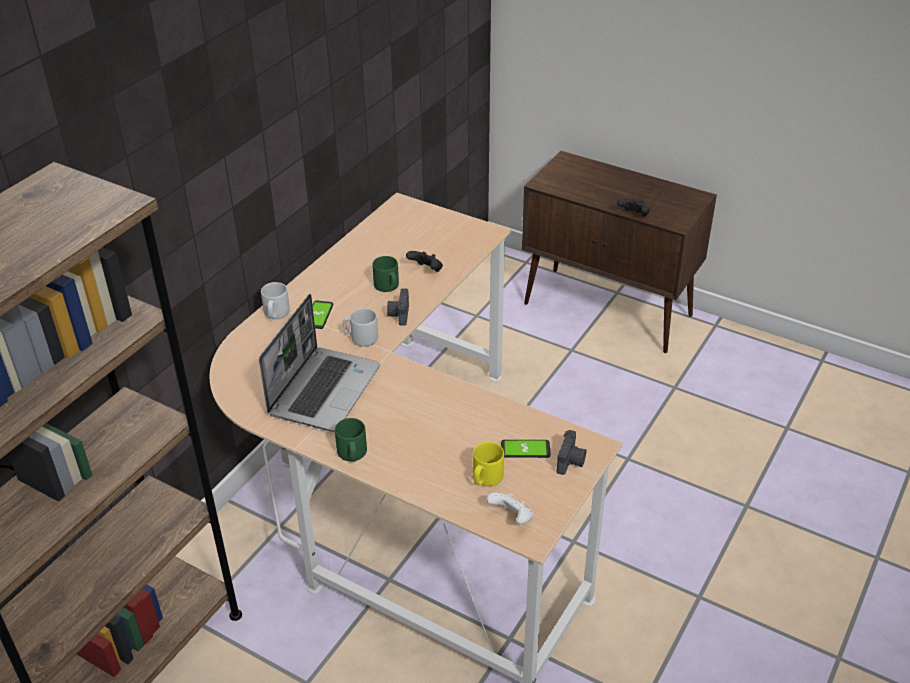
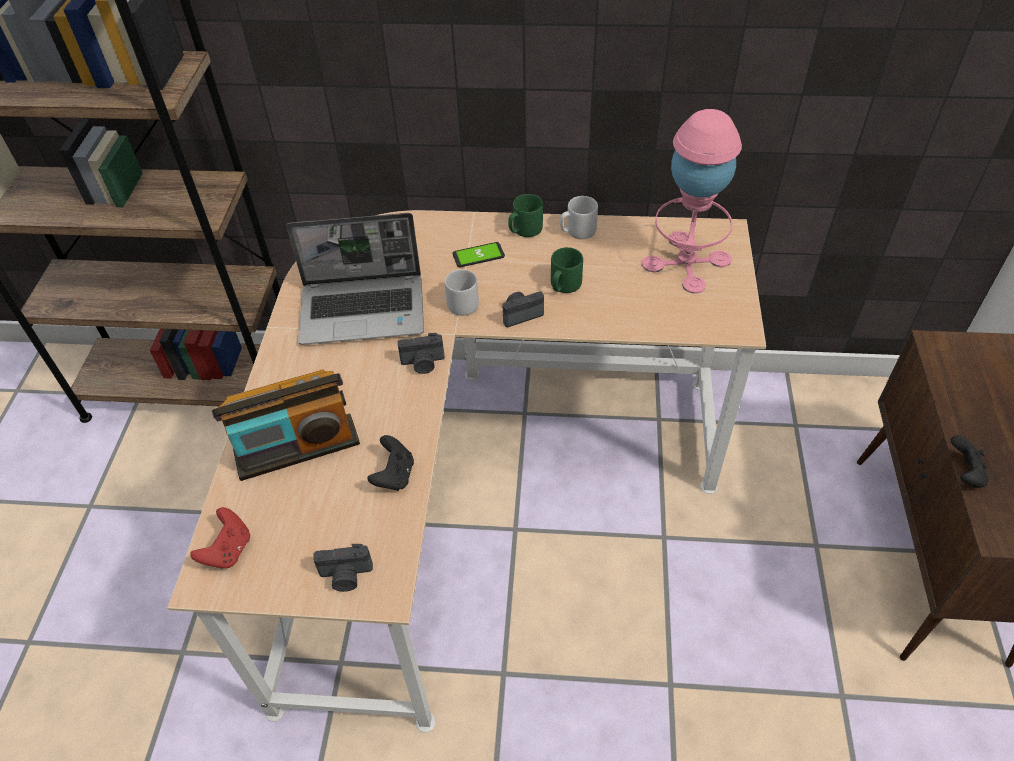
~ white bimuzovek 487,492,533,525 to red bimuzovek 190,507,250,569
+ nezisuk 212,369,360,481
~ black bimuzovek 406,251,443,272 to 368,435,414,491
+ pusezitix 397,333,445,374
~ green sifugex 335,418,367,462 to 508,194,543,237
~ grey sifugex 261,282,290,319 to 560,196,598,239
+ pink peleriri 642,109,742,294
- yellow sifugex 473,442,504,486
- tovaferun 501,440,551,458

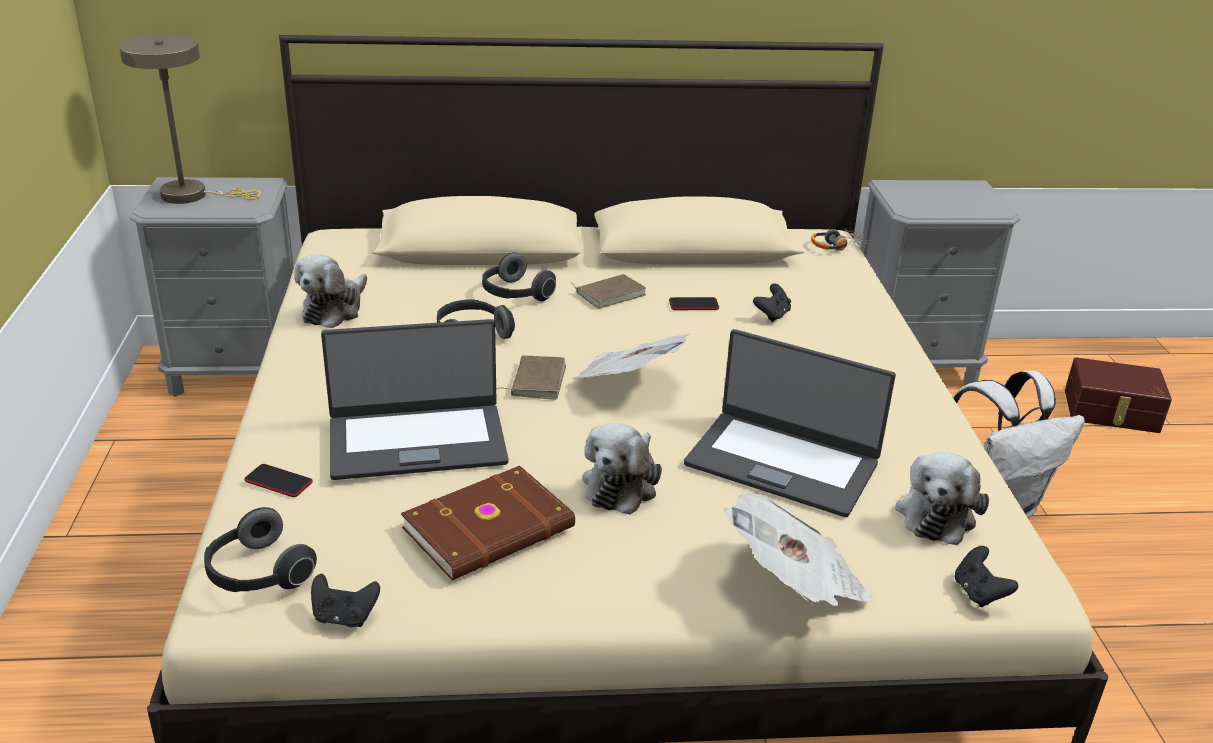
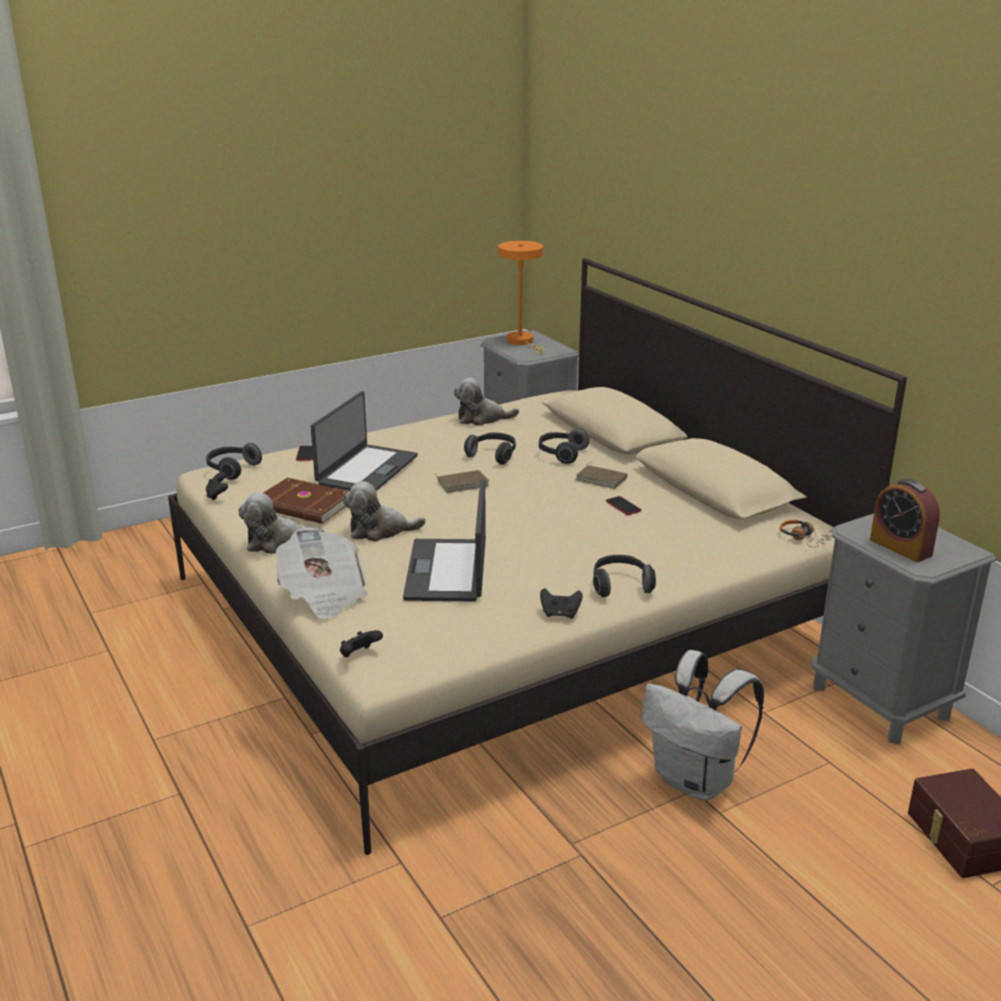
~ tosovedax 895,452,989,545 to 239,492,324,554
~ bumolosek 321,319,509,480 = 311,391,418,491 120 degrees counterclockwise
~ beige peleriri 119,34,261,204 to orange peleriri 498,241,545,354
~ black bimuzovek 753,283,791,322 to 540,588,583,618
+ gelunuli 593,555,656,597
+ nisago 870,479,940,562
- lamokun 573,334,690,379

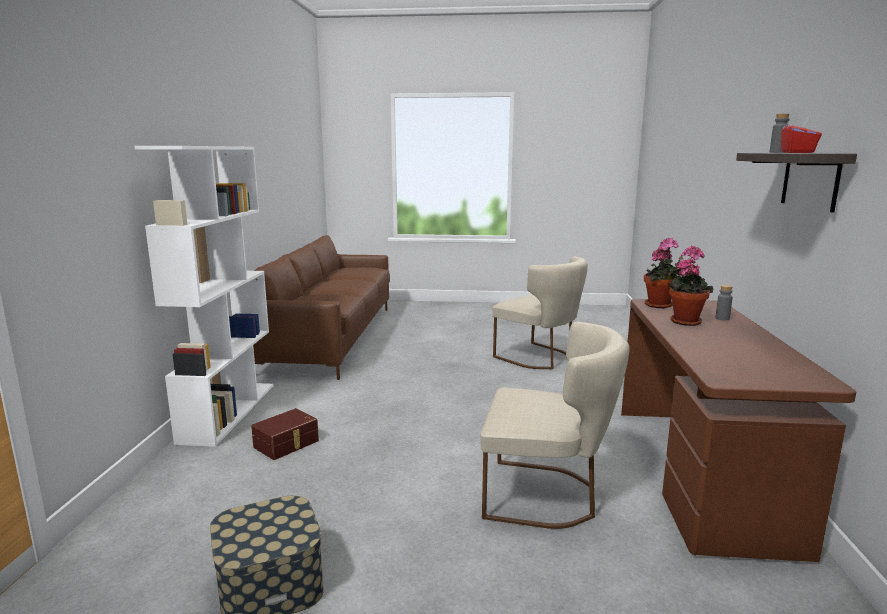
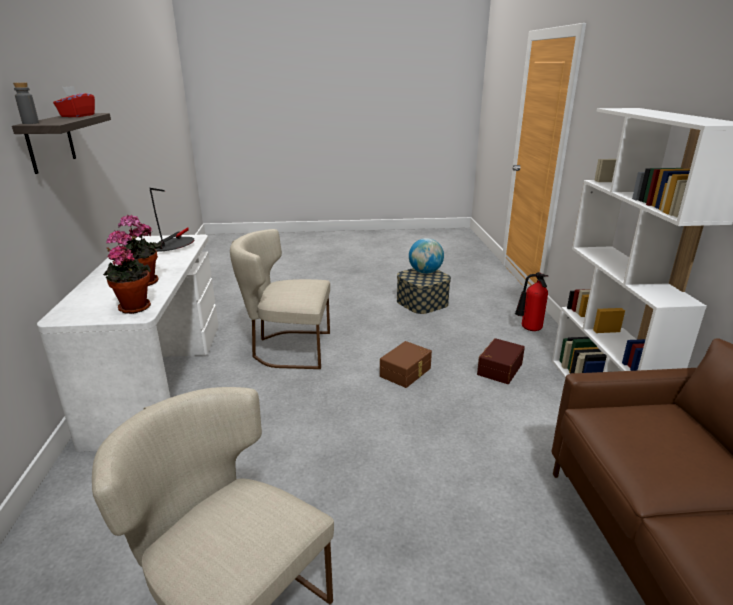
~ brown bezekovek 621,299,856,562 to white bezekovek 37,235,218,452
+ peleriri 150,188,194,252
+ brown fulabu 380,341,432,388
+ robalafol 409,238,444,274
+ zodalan 515,272,548,331
- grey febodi 715,285,733,321

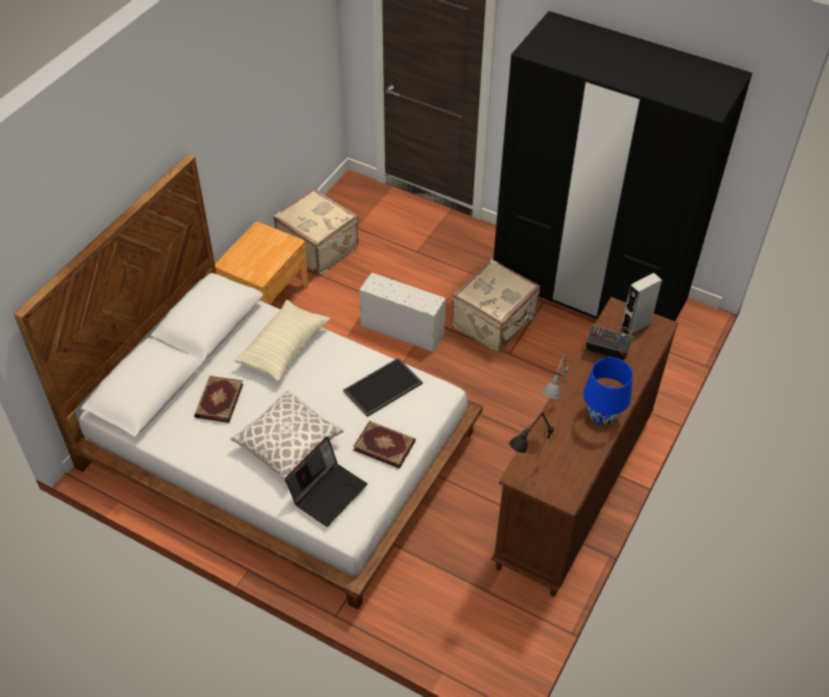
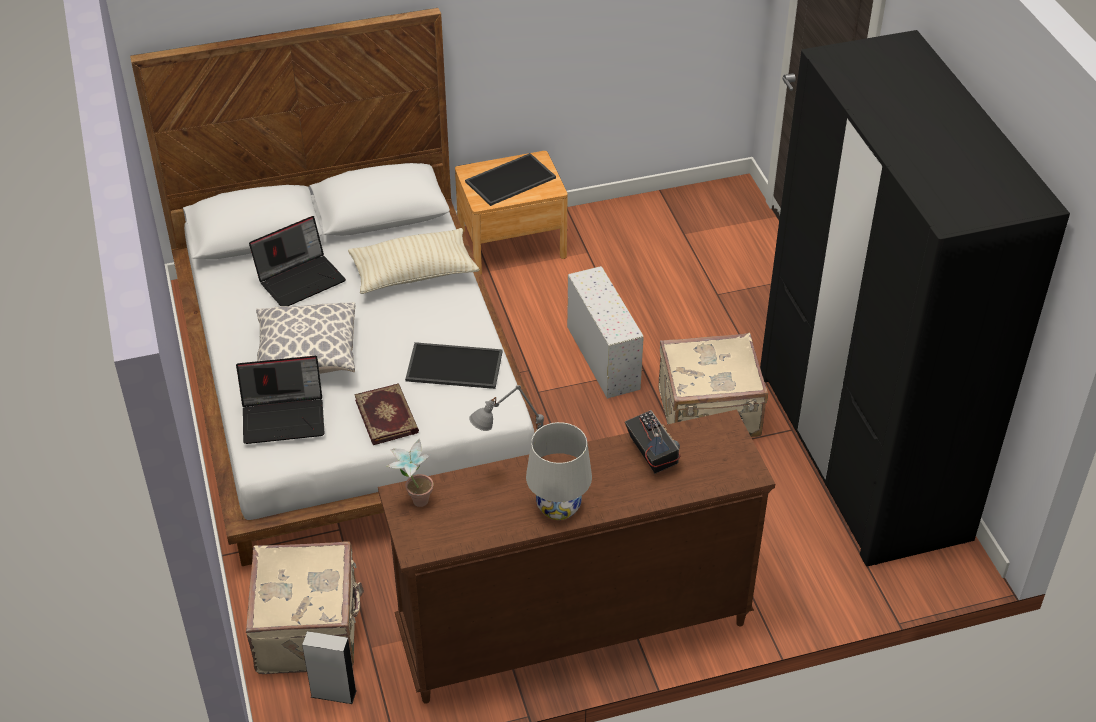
~ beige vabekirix 274,189,359,275 to 246,541,364,674
~ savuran 194,376,243,423 to bumolosek 249,216,346,306
~ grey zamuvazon 621,273,662,336 to 302,631,357,704
~ black peleriri 509,412,554,457 to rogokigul 387,439,433,507
+ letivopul 465,153,556,206
~ blue peleriri 583,357,633,426 to white peleriri 526,422,592,520

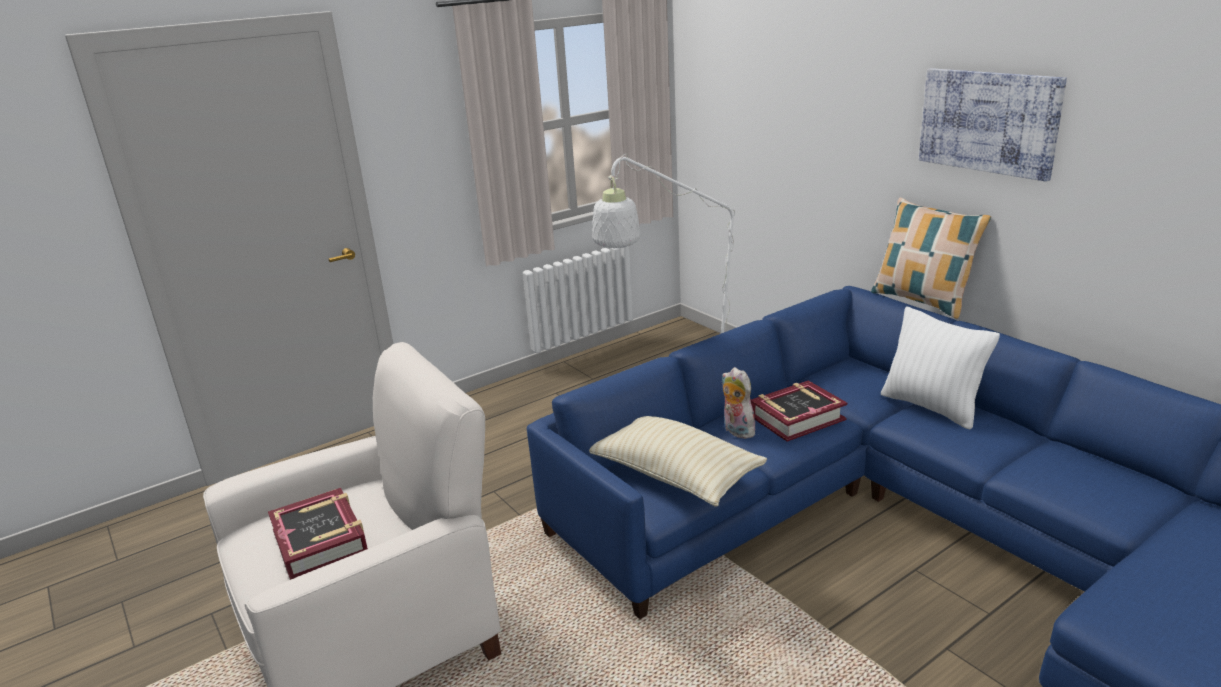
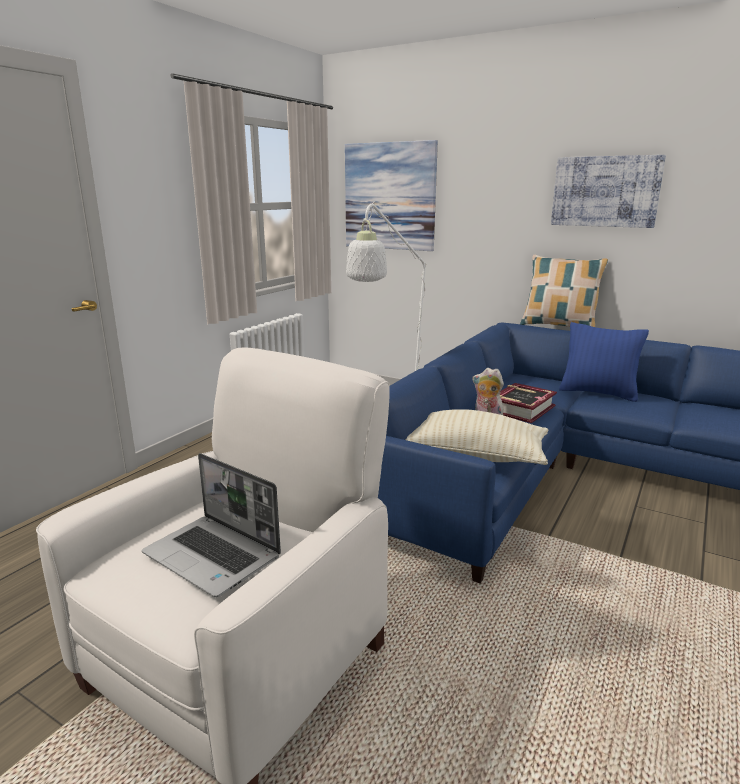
~ savuran 268,488,368,580 to bumolosek 142,453,281,597
+ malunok 345,140,438,251
~ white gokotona 881,306,1000,430 to blue gokotona 559,322,649,402

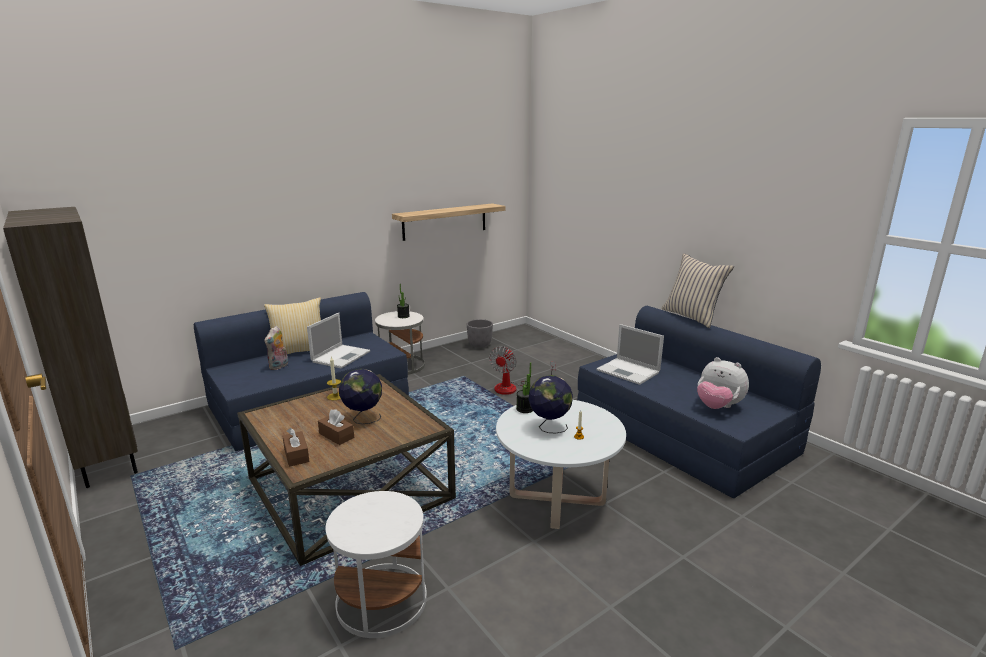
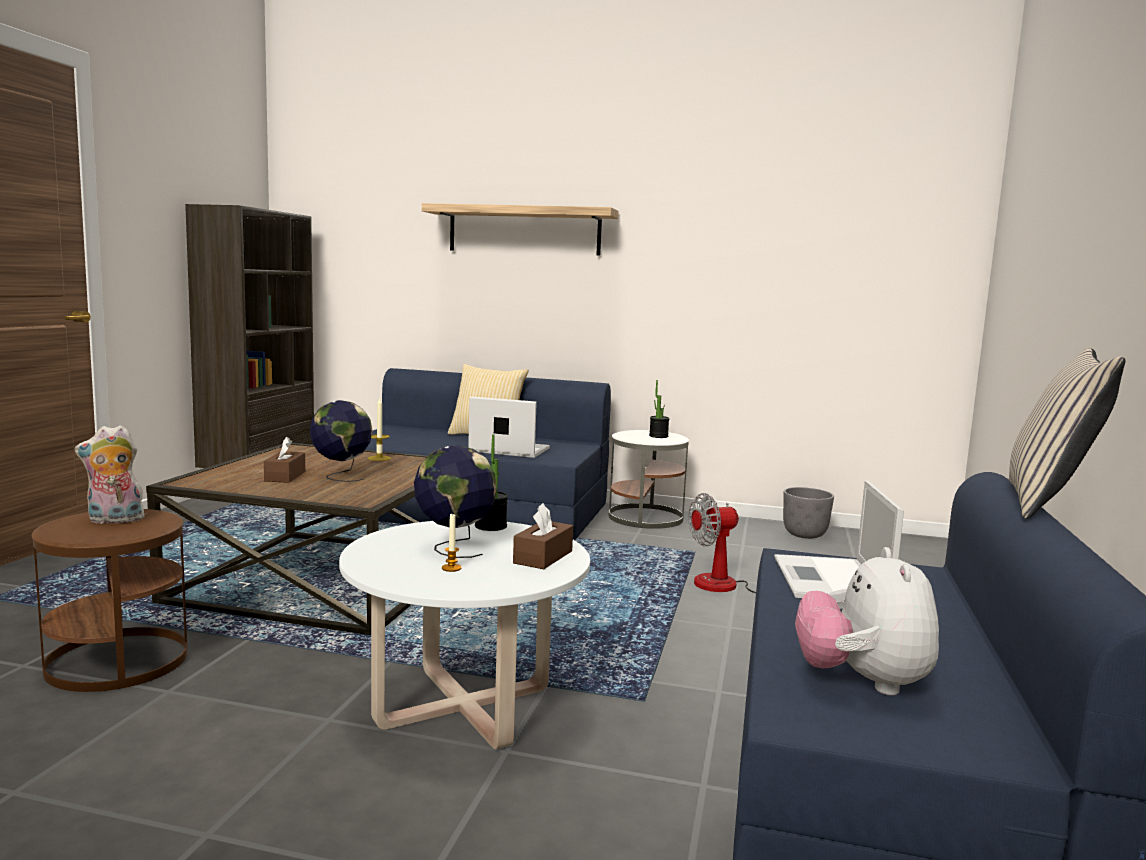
~ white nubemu 326,491,427,638 to brown nubemu 32,509,188,692
~ tosovedax 264,326,288,370 to 75,425,145,524
~ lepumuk 392,204,505,241 to 422,203,619,256
~ bumolosek 307,313,370,368 = 468,396,550,458 150 degrees counterclockwise
~ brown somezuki 283,428,309,467 to 513,503,573,569

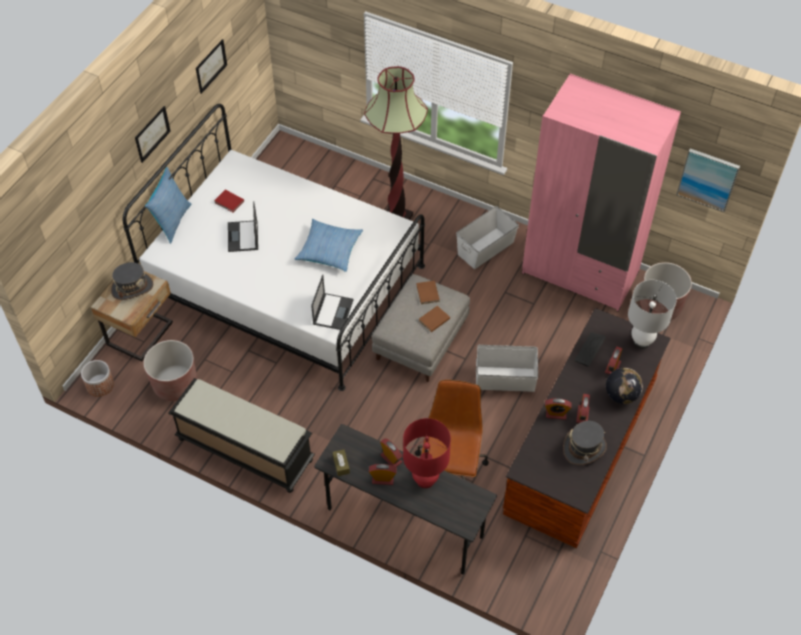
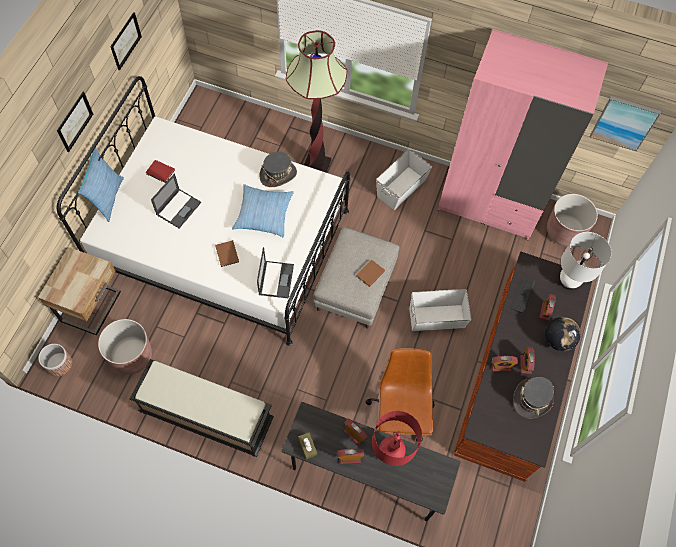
~ bumolosek 228,201,258,252 = 151,173,201,228 135 degrees counterclockwise
~ brown savuran 416,280,440,304 to 215,240,239,267
~ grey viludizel 111,262,153,300 to 259,152,297,187

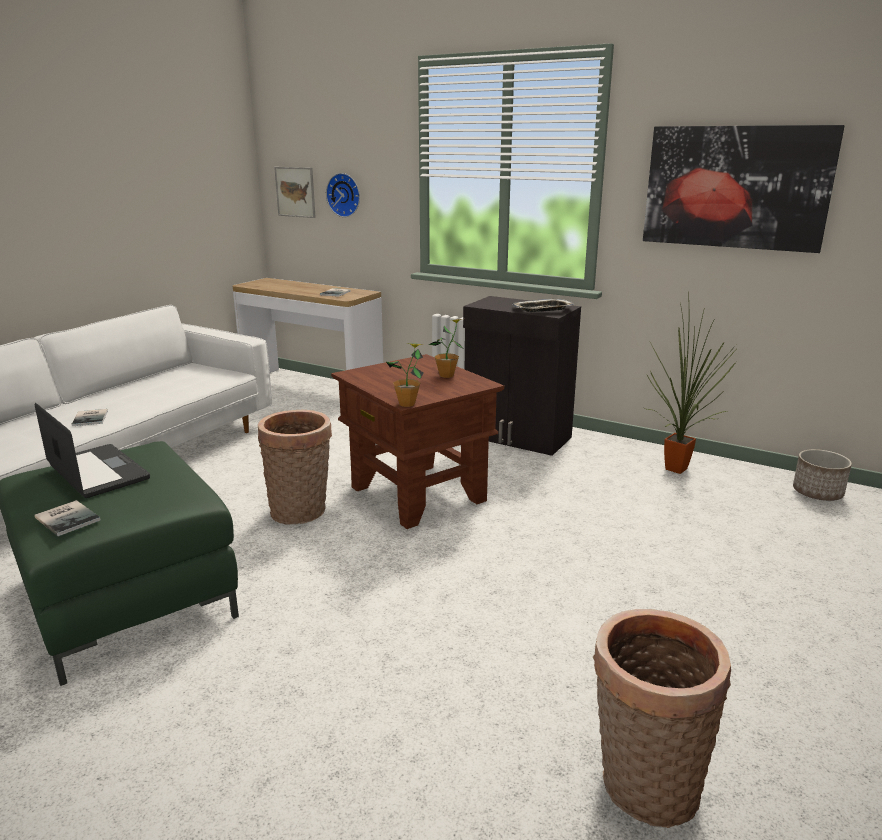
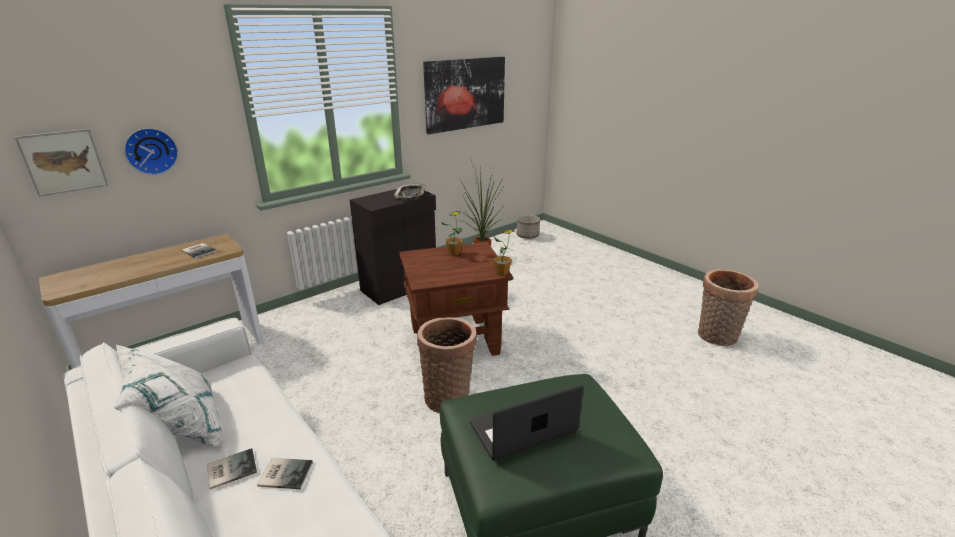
+ white gokotona 114,344,222,447
~ savuran 34,500,101,536 to 207,448,257,489

